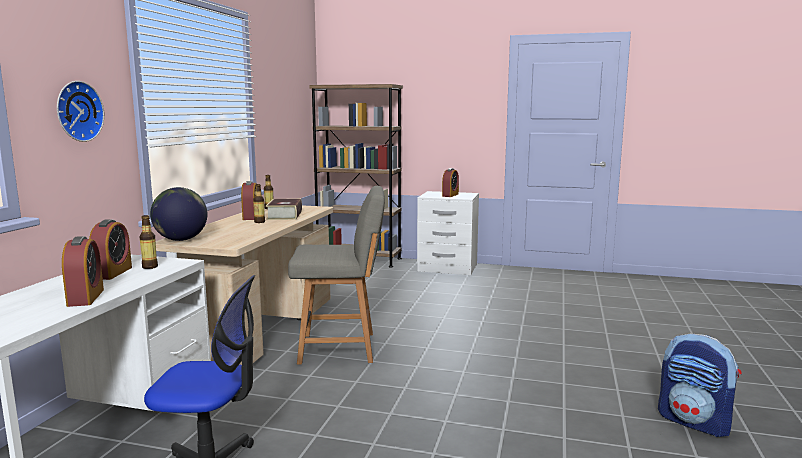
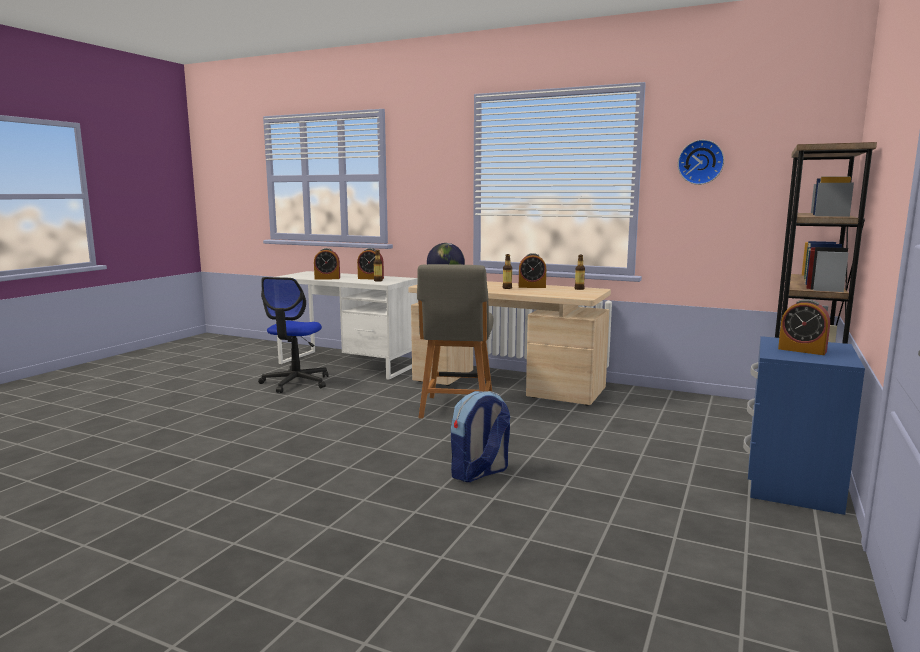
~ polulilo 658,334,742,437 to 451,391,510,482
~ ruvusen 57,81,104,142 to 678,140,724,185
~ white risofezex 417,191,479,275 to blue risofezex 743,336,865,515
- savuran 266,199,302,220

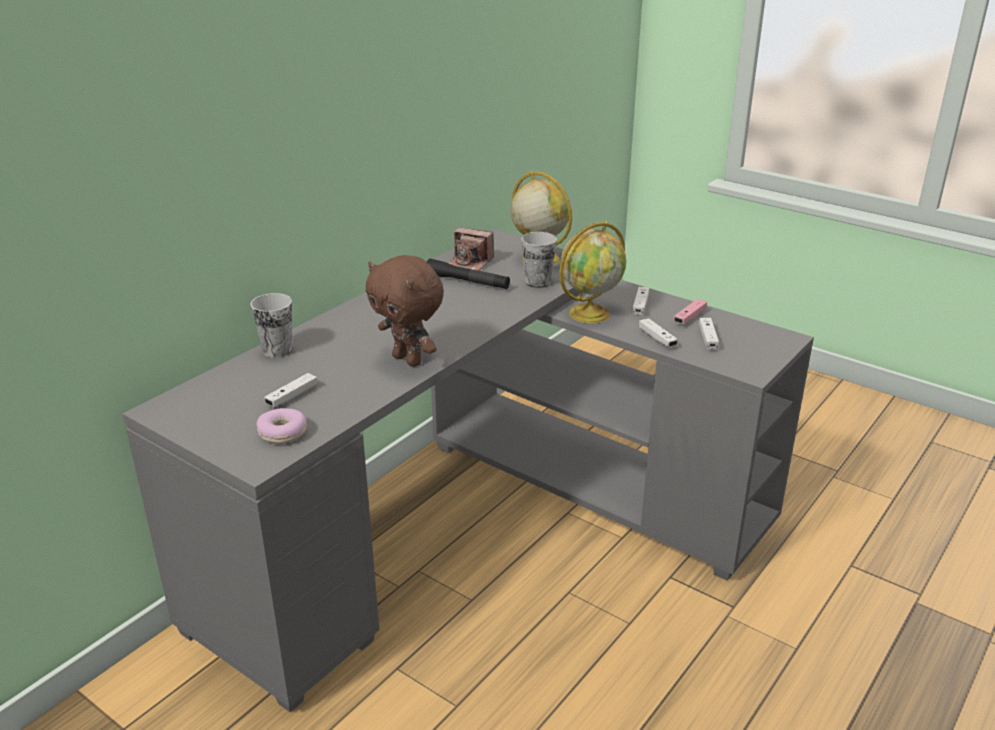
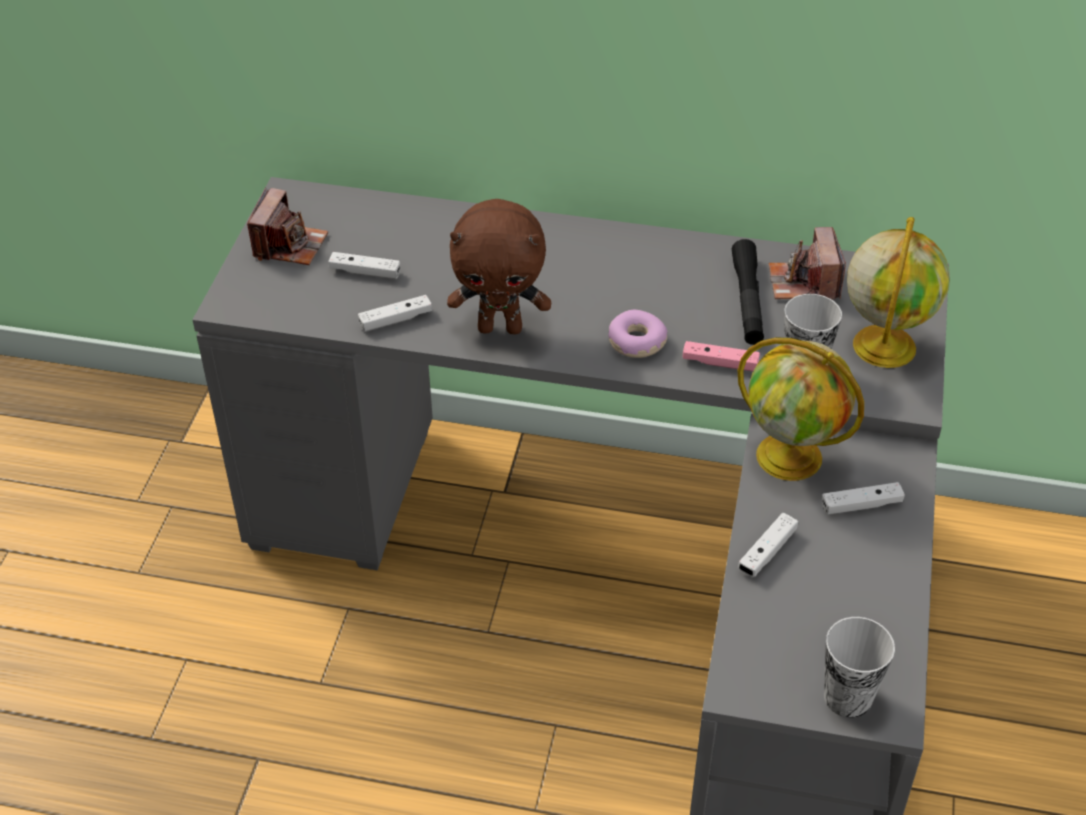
+ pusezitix 247,188,328,265
~ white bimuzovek 699,318,719,350 to 358,295,432,332
~ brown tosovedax 365,255,444,367 = 447,199,551,334 105 degrees counterclockwise
~ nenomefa 257,408,307,444 to 608,310,668,358
~ pink bimuzovek 673,299,707,324 to 682,341,760,372
~ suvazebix 250,293,292,358 to 824,617,895,718

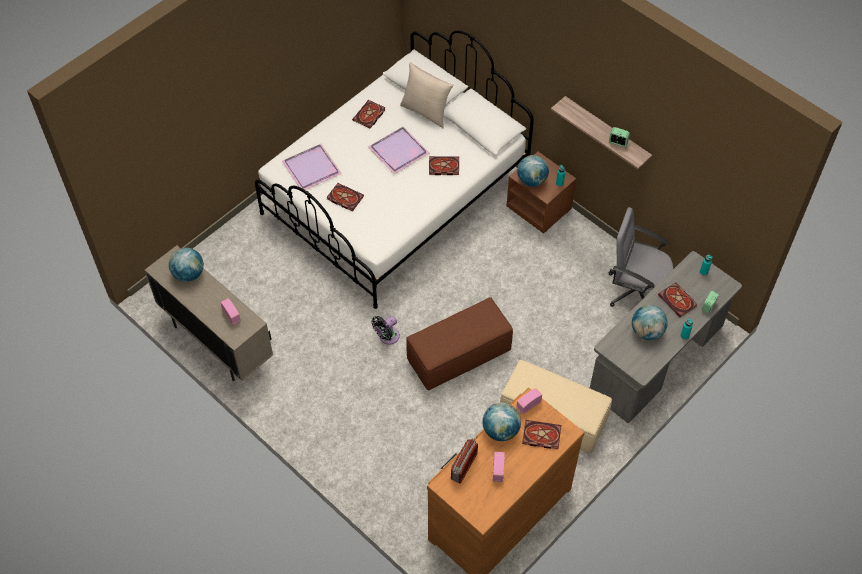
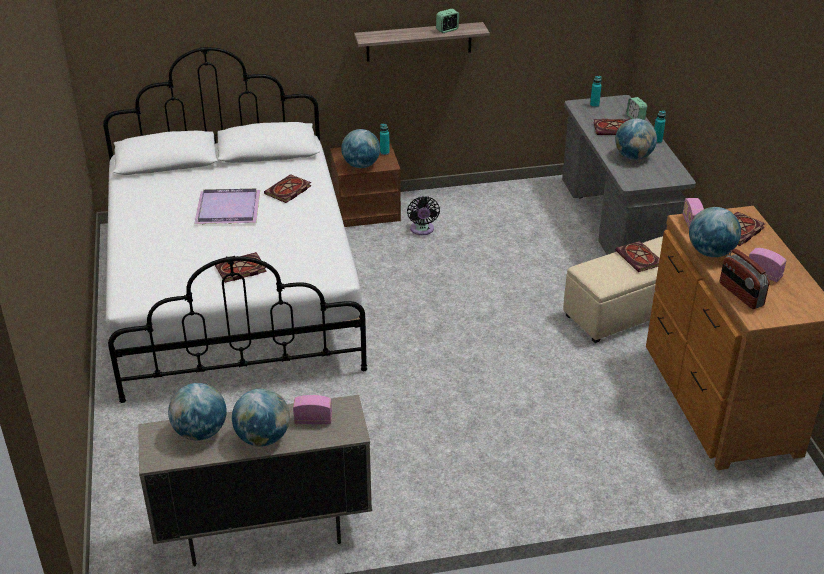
+ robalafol 232,388,290,447
~ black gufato 371,316,400,345 to 407,196,440,235
~ savuran 352,100,386,128 to 615,241,659,272
- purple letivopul 282,144,342,190
- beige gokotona 400,62,454,128
- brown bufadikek 406,297,513,391
- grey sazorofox 609,207,674,307

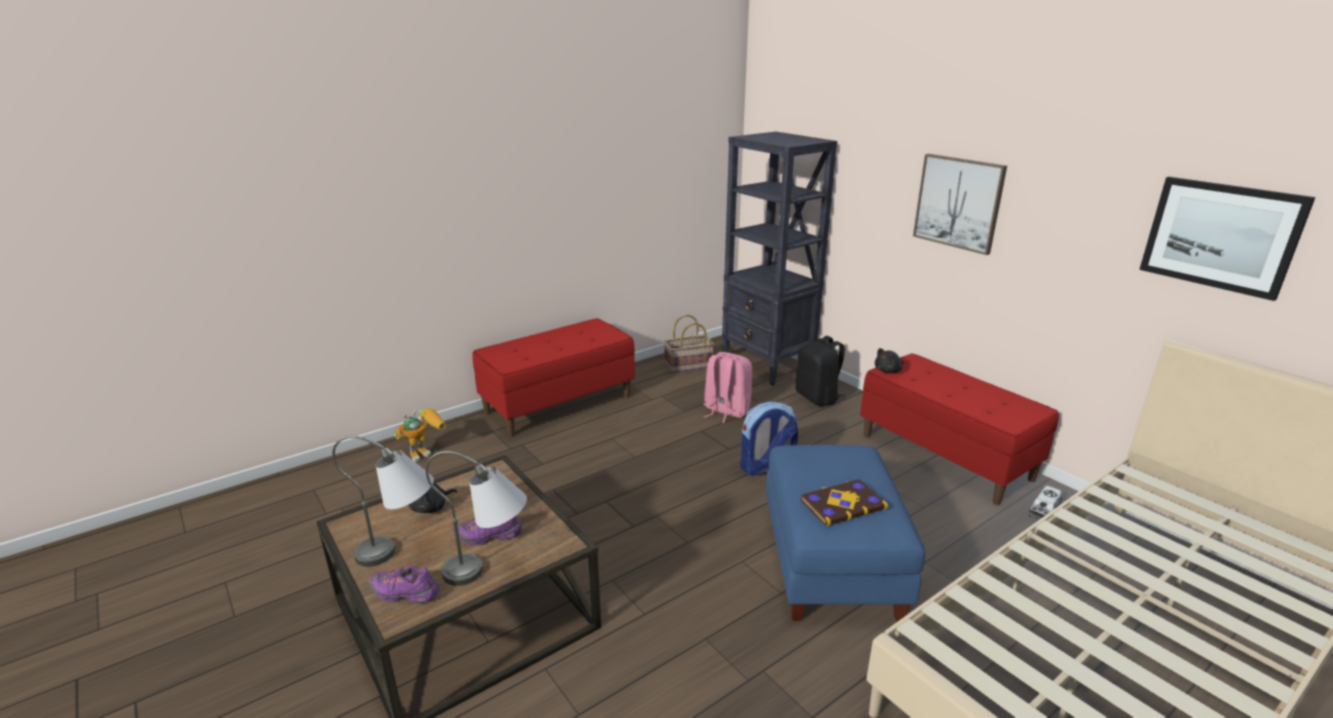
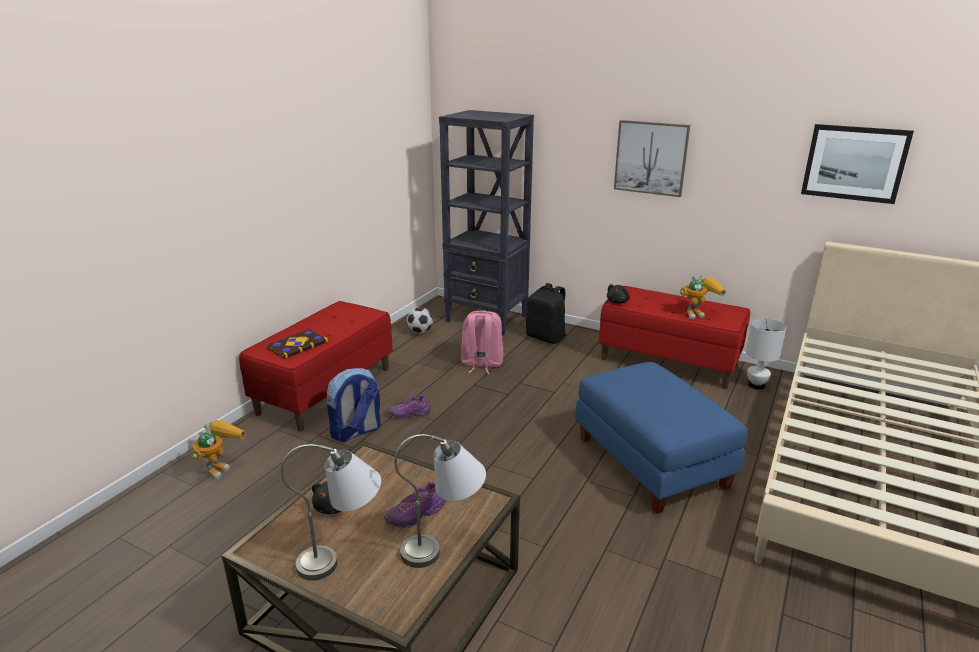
~ savuran 801,479,888,526 to 267,329,328,359
~ polulilo 740,401,798,476 to 327,368,381,442
~ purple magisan 369,566,440,603 to 387,395,430,420
~ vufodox 664,314,714,373 to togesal 407,307,433,333
+ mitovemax 680,275,727,319
~ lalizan 1028,485,1063,519 to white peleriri 746,318,786,390

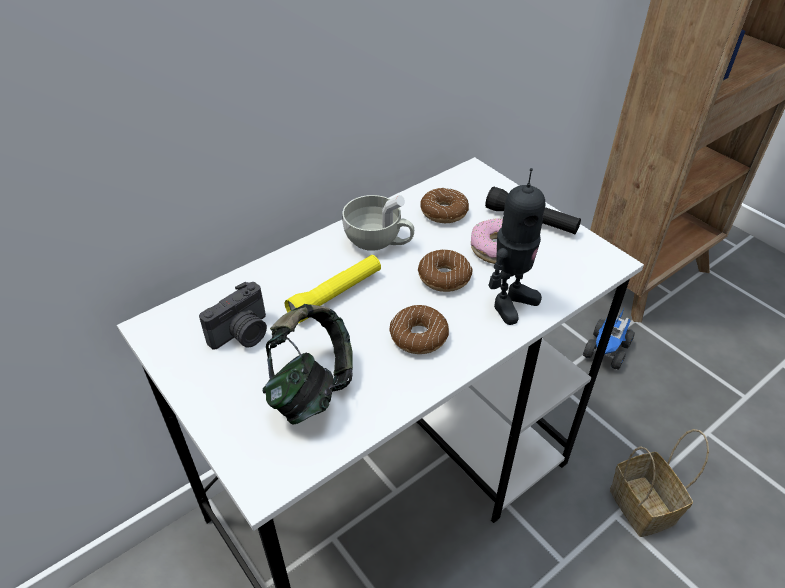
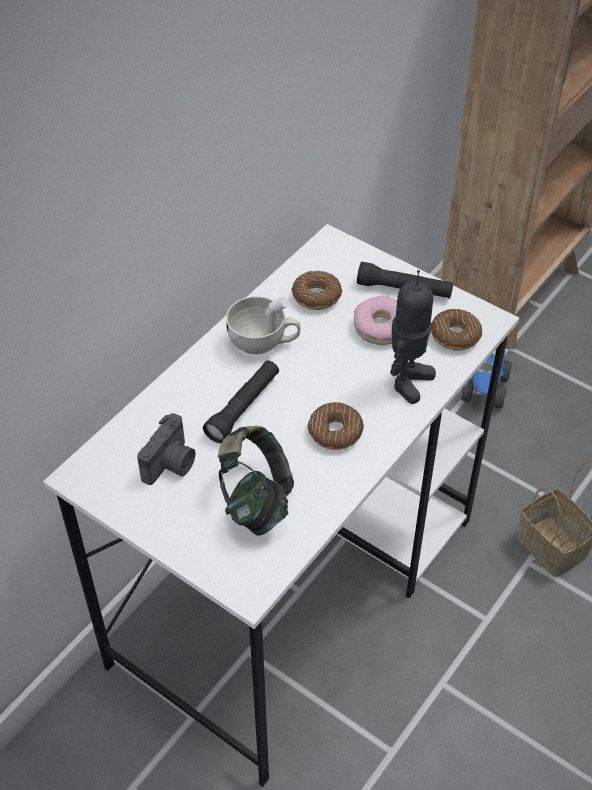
~ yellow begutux 285,255,381,323 to black begutux 203,360,279,443
~ nenomefa 418,250,473,292 to 431,309,482,351

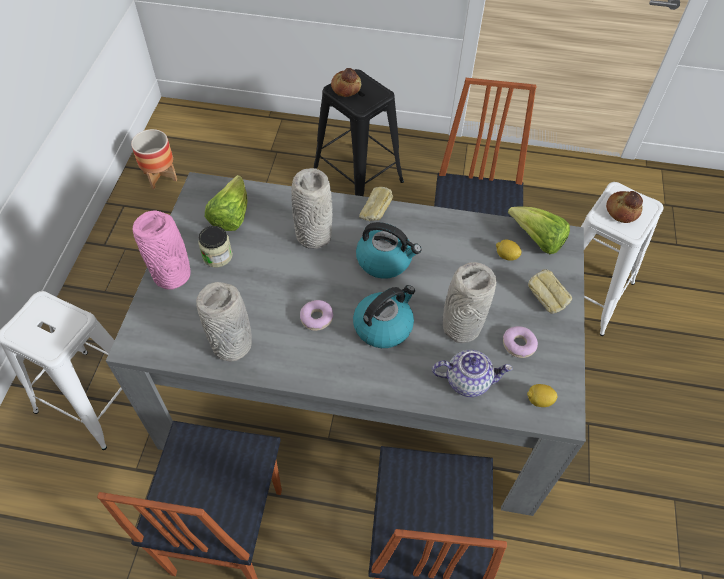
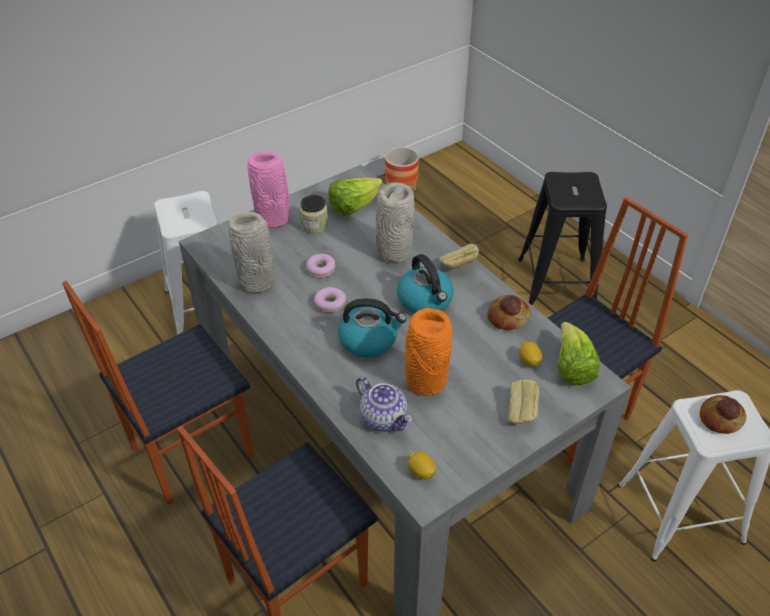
~ nenomefa 503,326,538,358 to 306,254,335,278
~ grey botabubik 443,262,496,343 to orange botabubik 405,308,452,396
~ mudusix 331,68,361,97 to 487,295,531,330

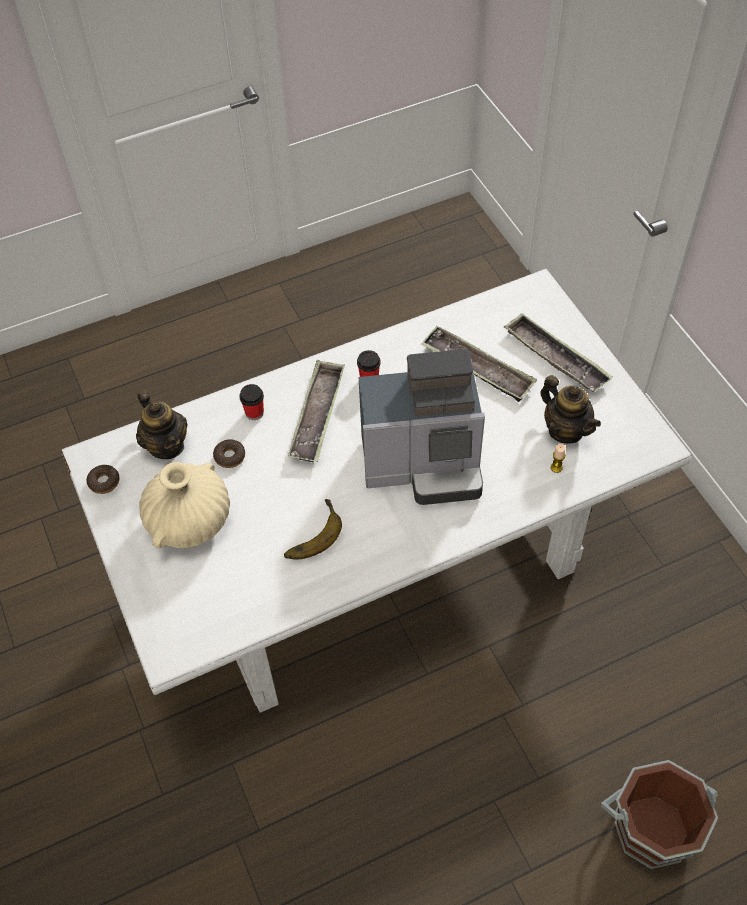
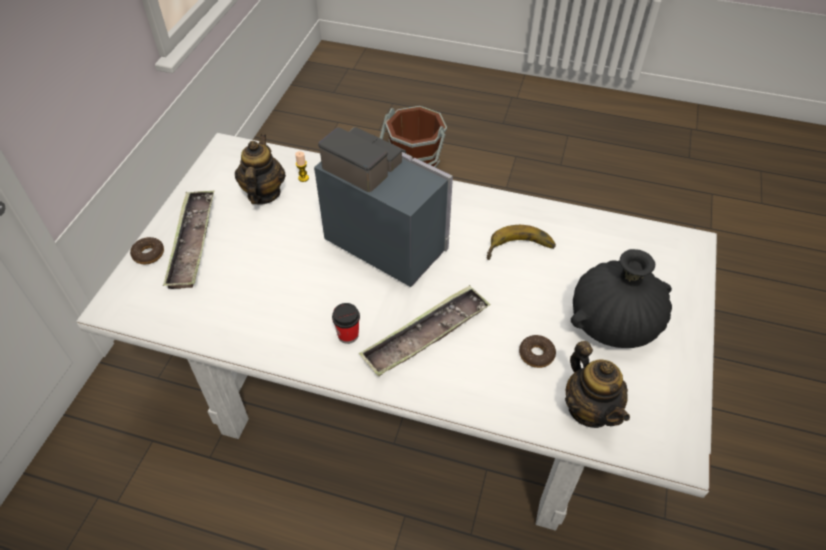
~ nenomefa 87,465,119,494 to 130,237,164,264
~ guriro 136,390,188,459 = 565,341,630,428 150 degrees clockwise
~ beige botabubik 139,462,230,548 to black botabubik 571,249,672,348
- suvazebix 239,384,264,420
- letivopul 421,326,537,402

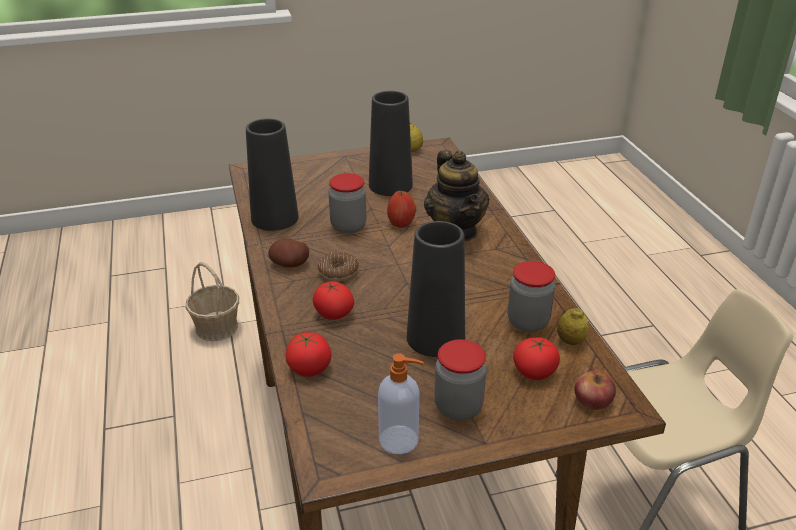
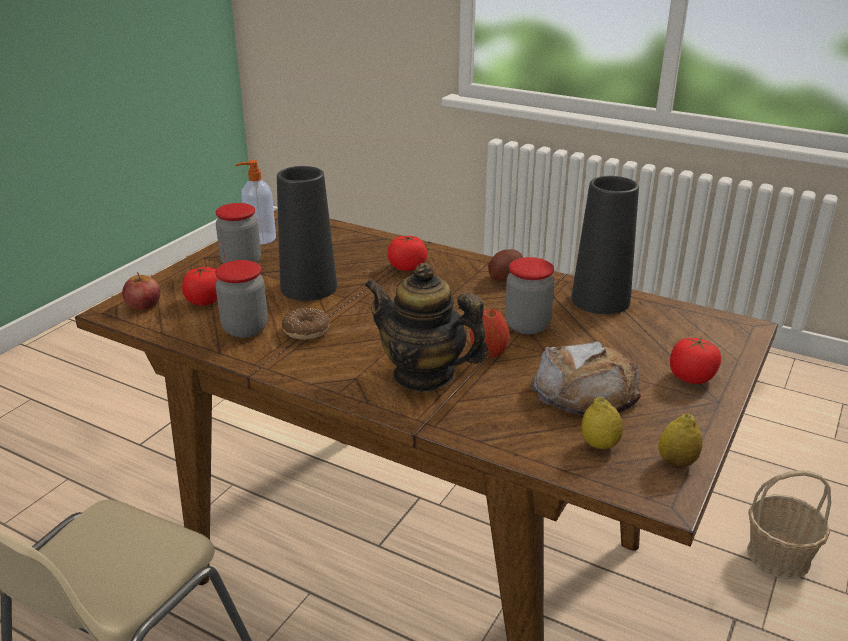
~ nenomefa 318,251,359,281 to 282,308,330,340
~ black botabubik 369,91,413,196 to mudusix 531,341,641,416
~ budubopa 557,308,589,345 to 581,397,623,449
~ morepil 286,332,332,377 to 670,337,721,384

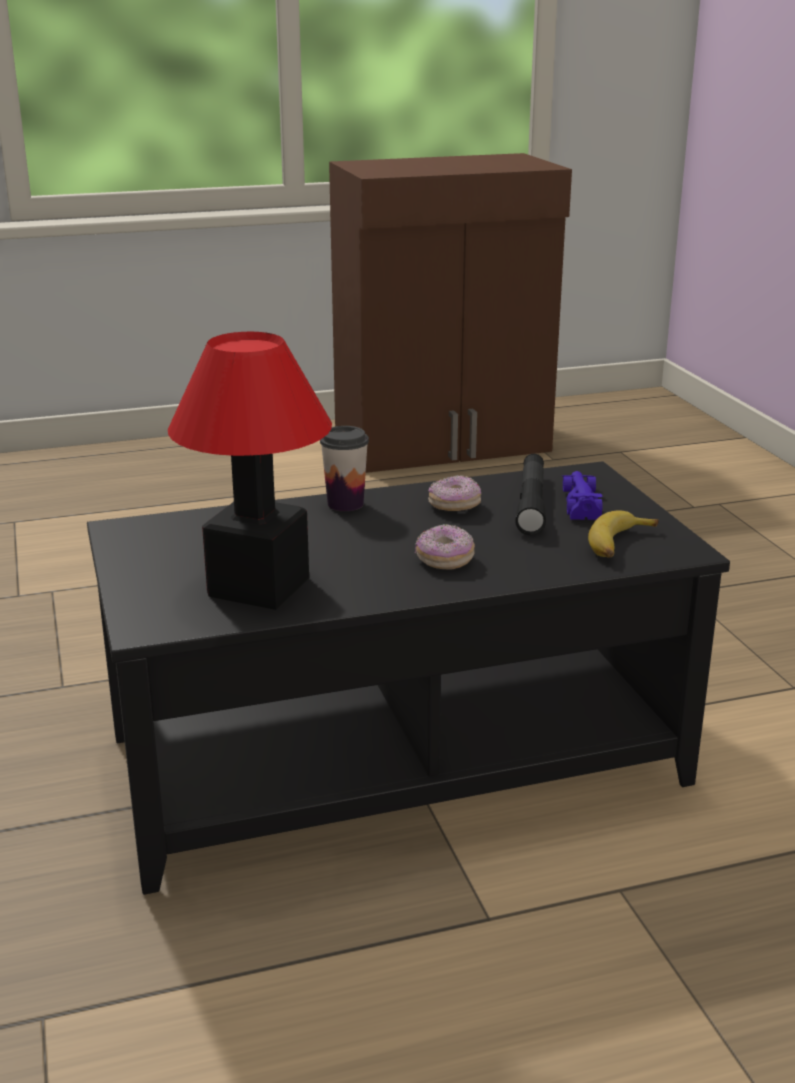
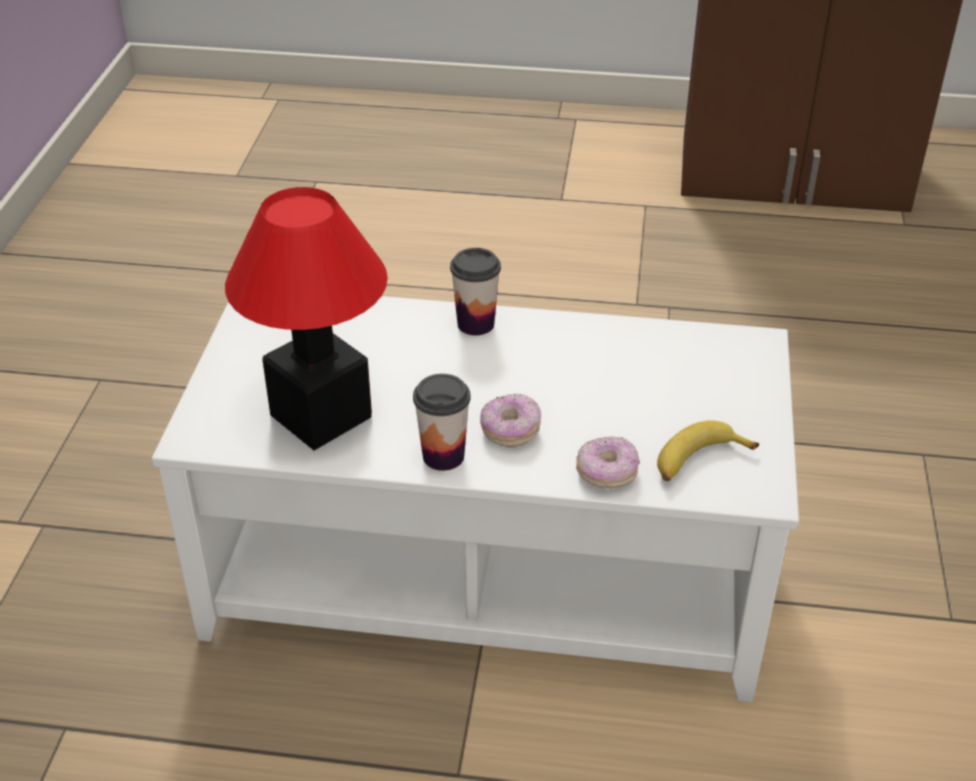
~ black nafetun 87,461,730,895 to white nafetun 152,296,799,702
+ suvazebix 413,374,471,471
~ nenomefa 428,475,481,511 to 576,437,640,488
- black begutux 515,454,546,535
- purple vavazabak 563,471,602,520

